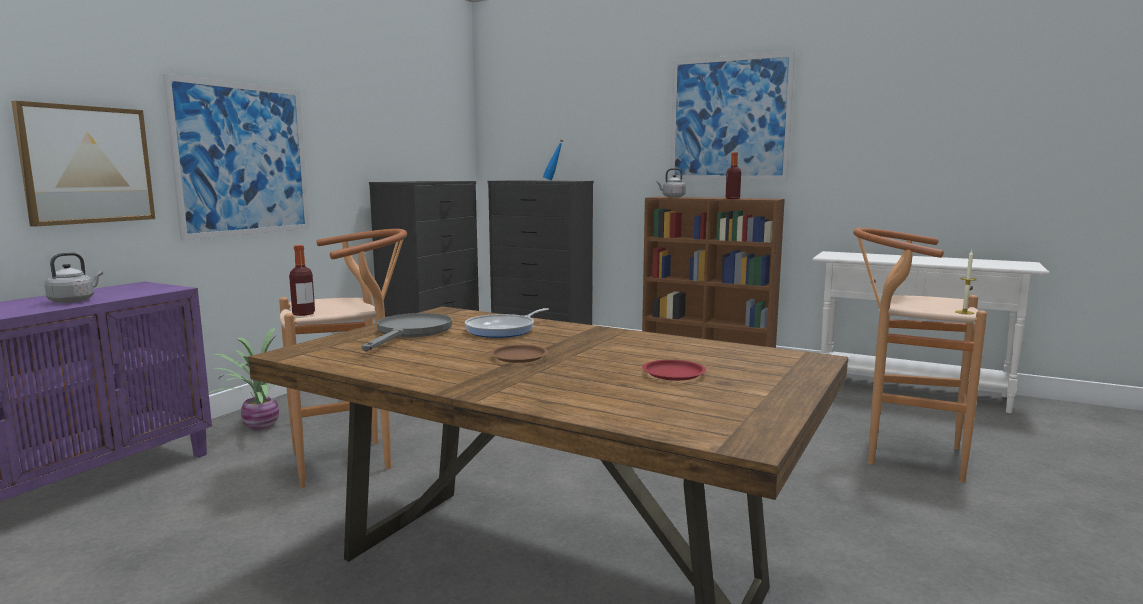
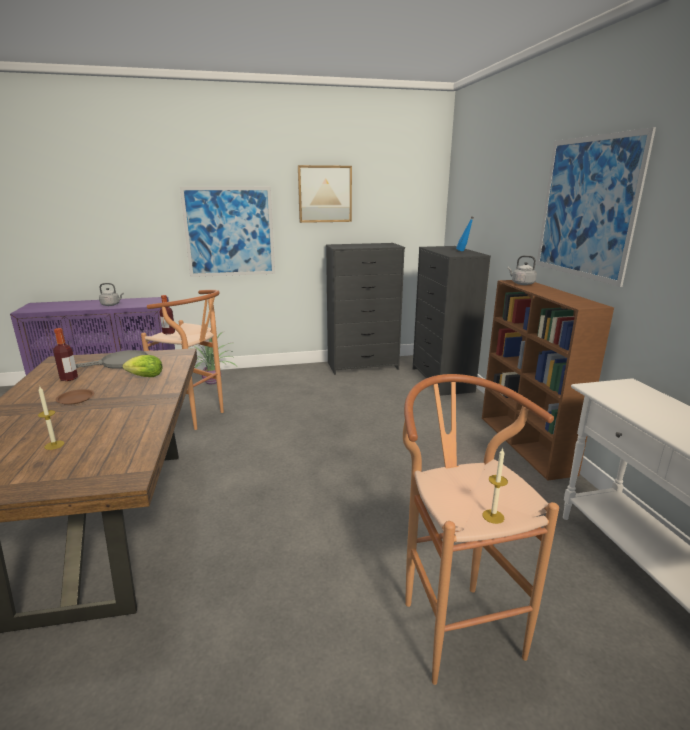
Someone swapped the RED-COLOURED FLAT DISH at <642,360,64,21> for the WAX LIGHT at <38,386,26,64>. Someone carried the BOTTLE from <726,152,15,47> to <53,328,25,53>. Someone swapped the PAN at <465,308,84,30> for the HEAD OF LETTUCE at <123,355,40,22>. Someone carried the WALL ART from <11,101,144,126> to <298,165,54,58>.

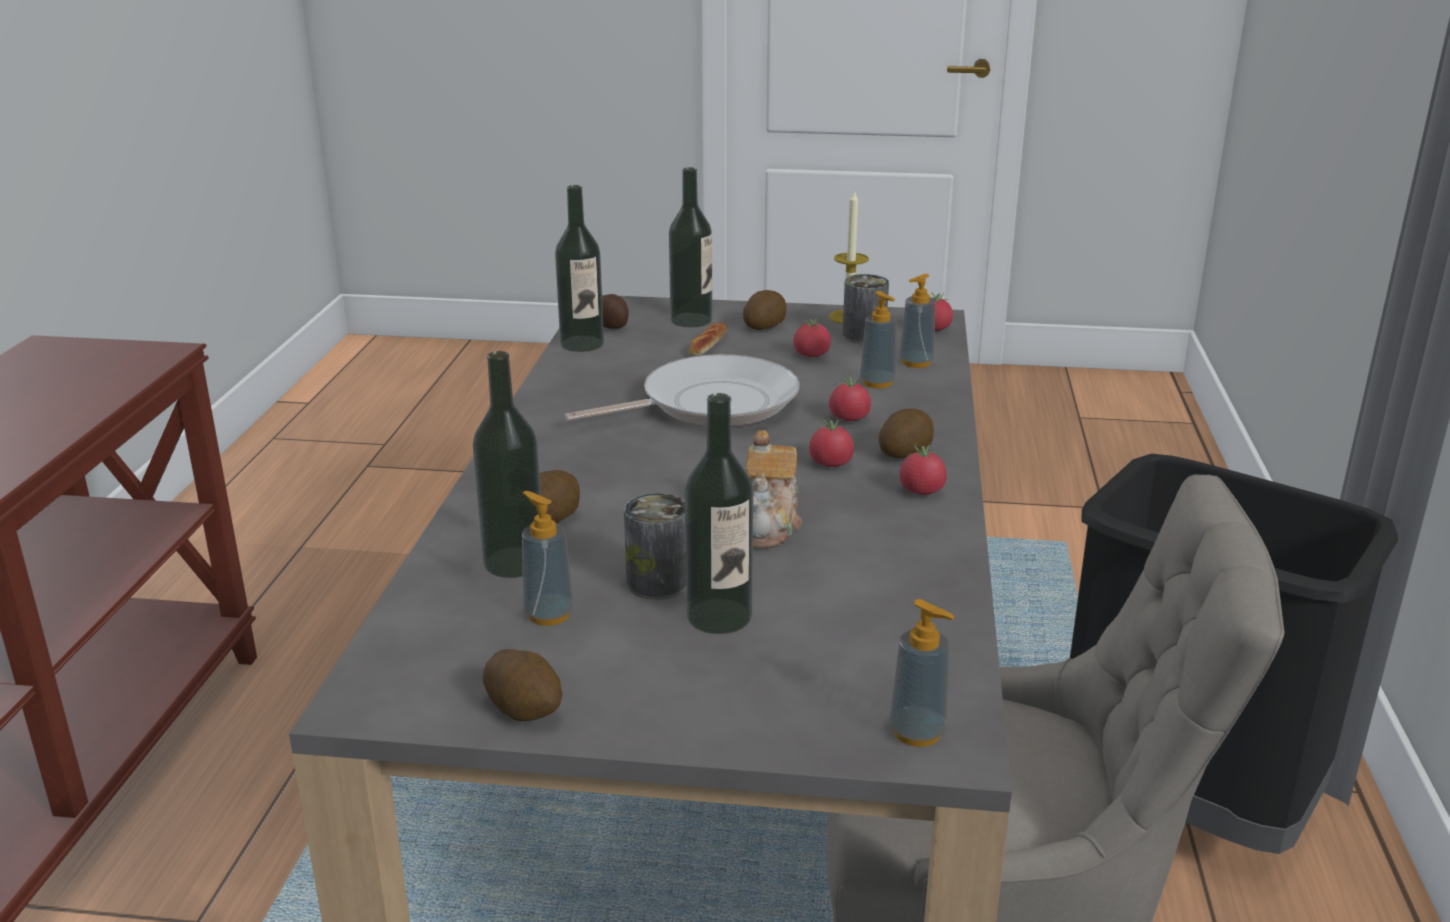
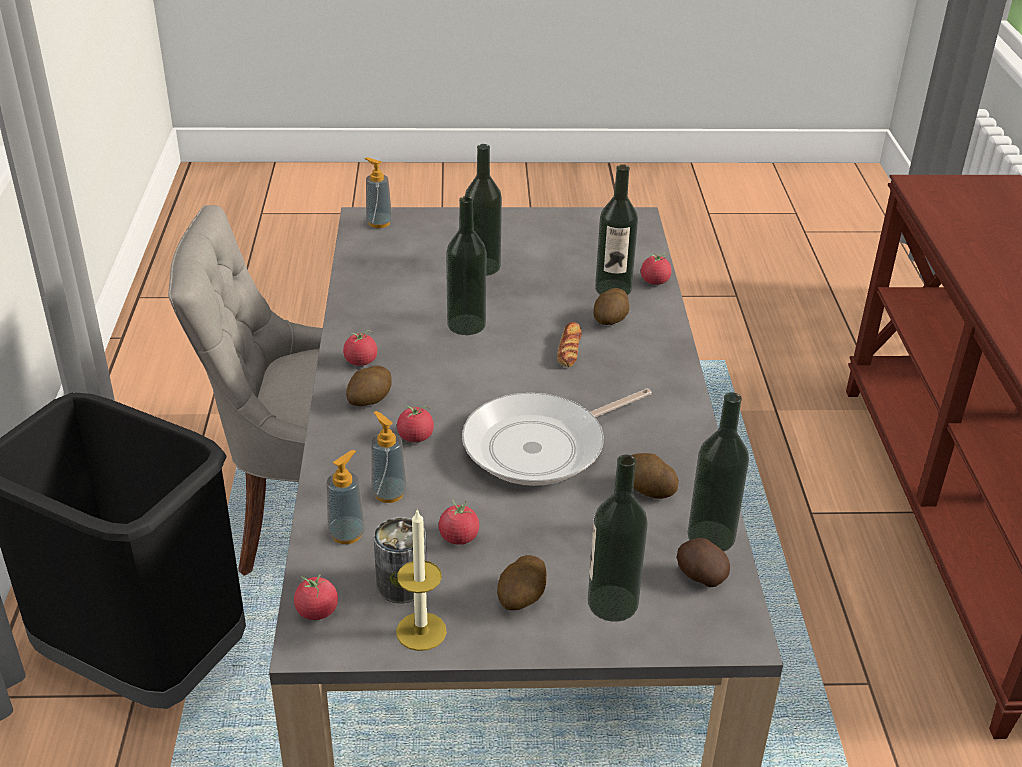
Someone swapped the POT FOR TEA at <746,430,56,119> for the BOTTLE at <446,196,40,139>. Someone carried the BAKERY BREAD from <689,322,39,34> to <557,322,25,45>. Someone carried the WHOLE POTATO from <483,649,79,72> to <631,453,48,46>. Someone carried the TOMATO from <809,418,45,49> to <641,253,31,32>. Someone took away the SOAP BOTTLE at <522,491,52,135>. Someone took away the CAN at <624,493,62,106>.

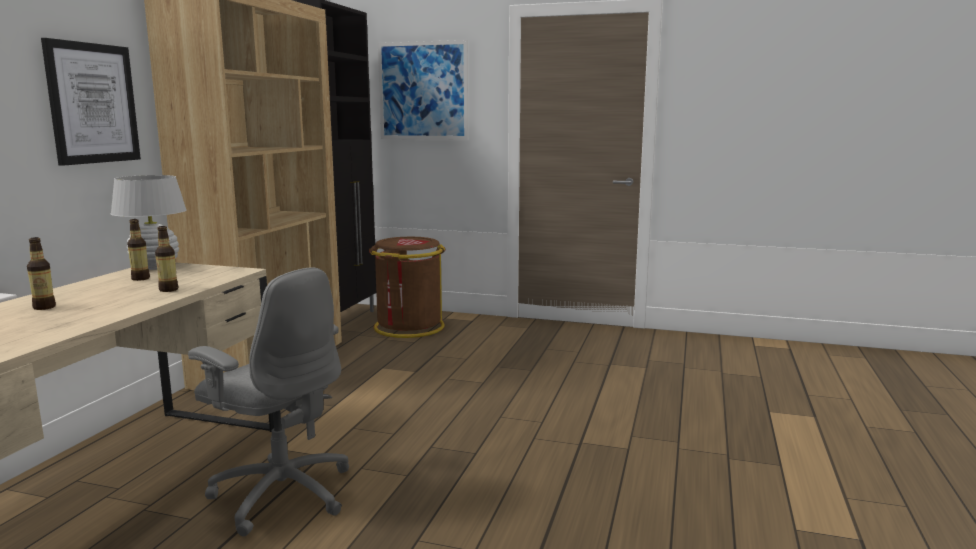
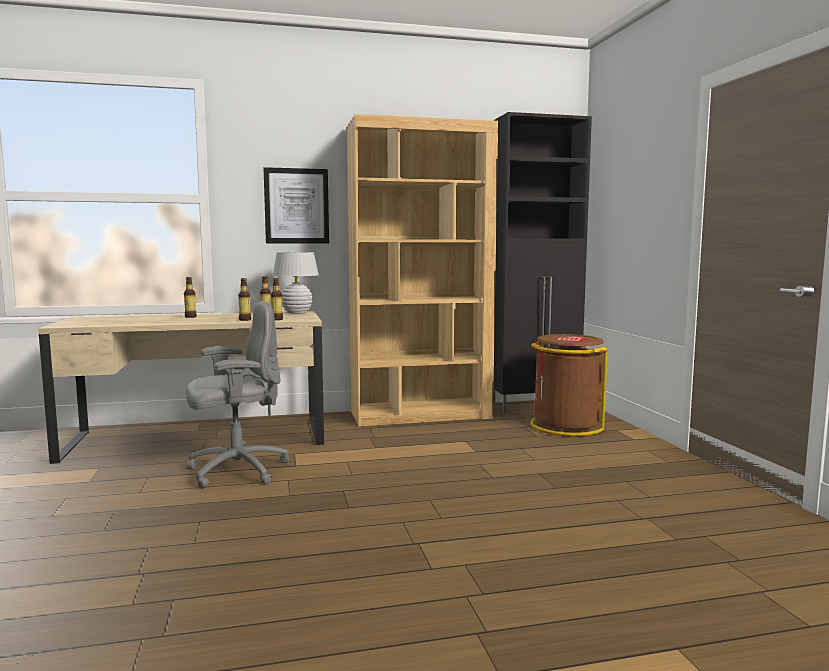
Someone rotated the GREY COMPUTER CHAIR at <188,268,161,269> by 120 degrees counterclockwise. Someone put down the BOTTLE at <271,278,12,42>. Someone took away the WALL ART at <378,40,90,100>.

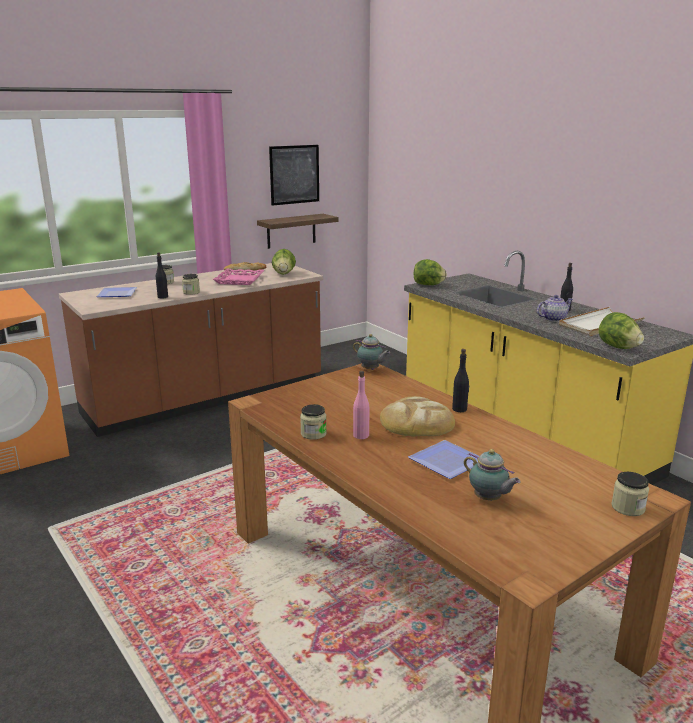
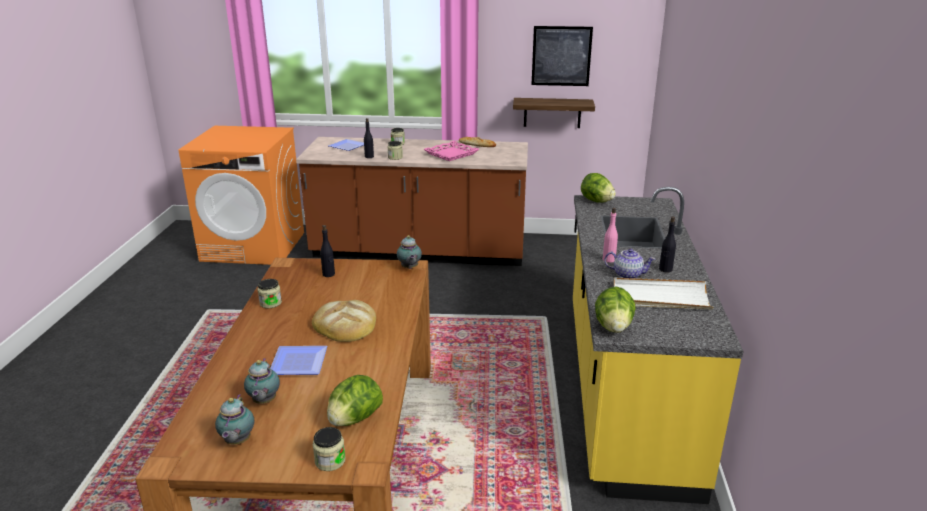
Someone put down the POT FOR TEA at <215,394,39,51>. Someone carried the BLACK-COLOURED BOTTLE from <452,349,17,63> to <320,225,15,52>. Someone carried the HEAD OF LETTUCE from <272,249,24,26> to <327,375,56,51>. Someone carried the PINK BOTTLE from <353,371,17,68> to <603,208,15,54>.

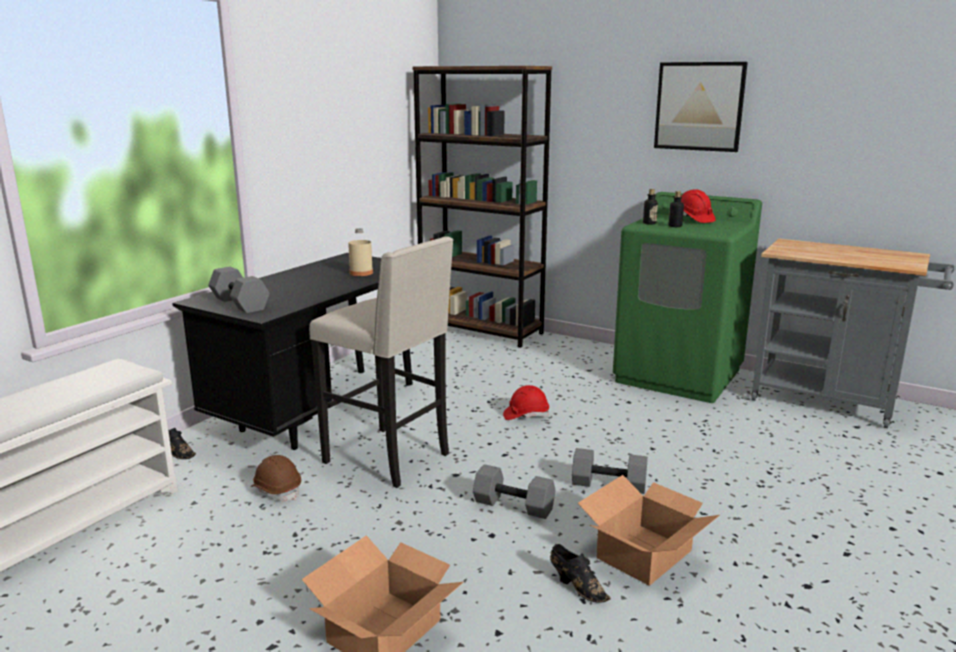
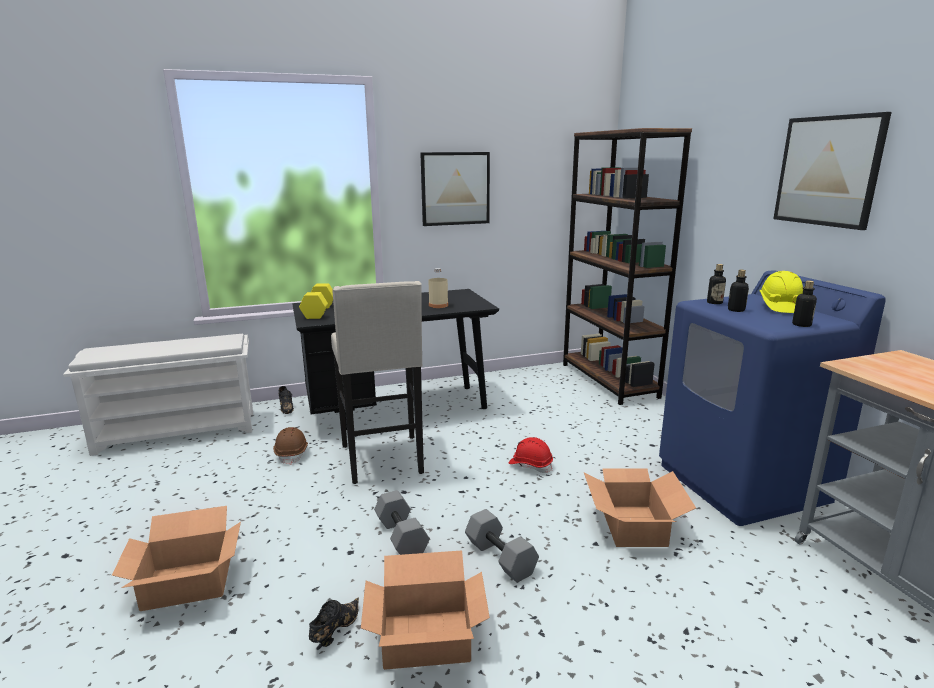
Someone repainted the GREY FREE WEIGHT at <208,267,62,46>, which became the YELLOWISH FREE WEIGHT at <299,283,34,36>. Someone rotated the BLACK-COLOURED SHOE at <550,544,61,59> by 150 degrees counterclockwise. Someone put up the WALL ART at <420,152,70,74>. Someone put down the PACKING BOX at <584,468,112,79>. Someone repainted the GREEN WASHING MACHINE at <613,192,149,211>, which became the BLUISH WASHING MACHINE at <659,270,227,256>. Someone repainted the RED-COLOURED SAFETY HELMET at <681,189,35,34>, which became the YELLOWISH SAFETY HELMET at <759,271,44,42>. Someone put down the BOTTLE at <792,280,25,47>.

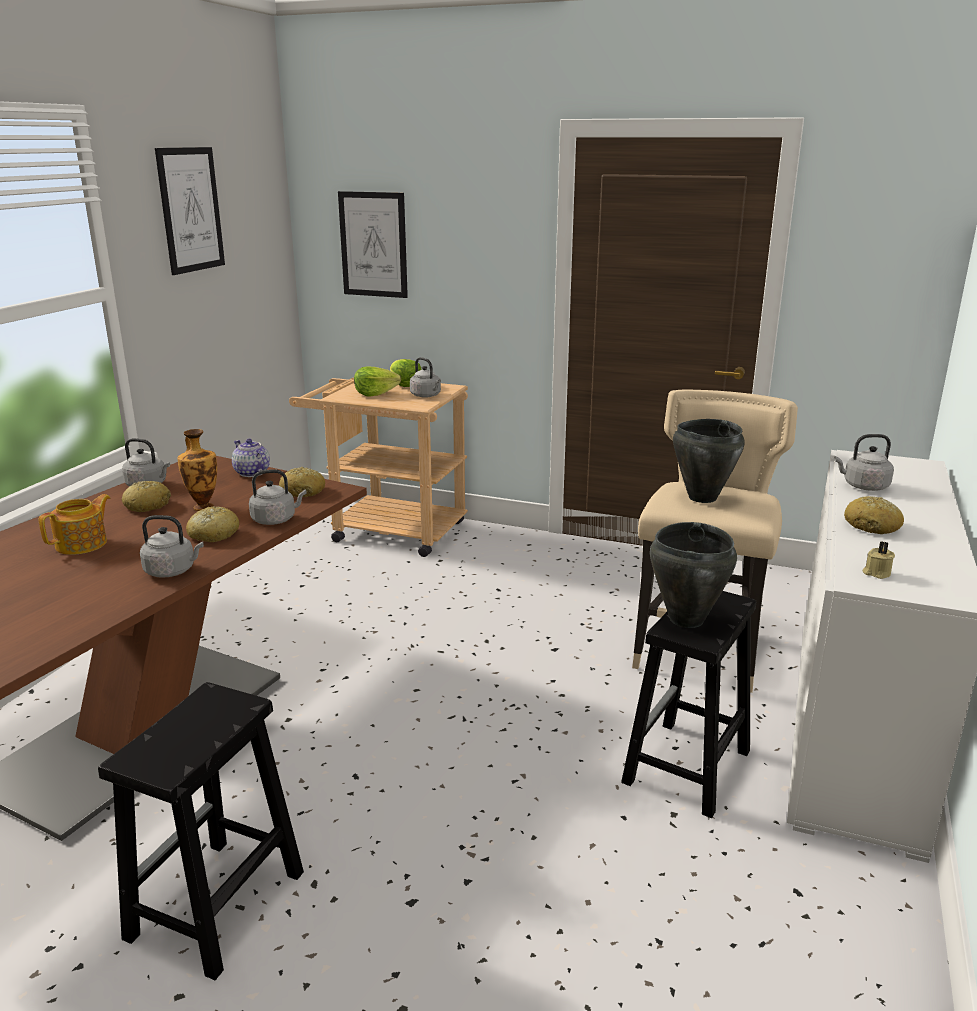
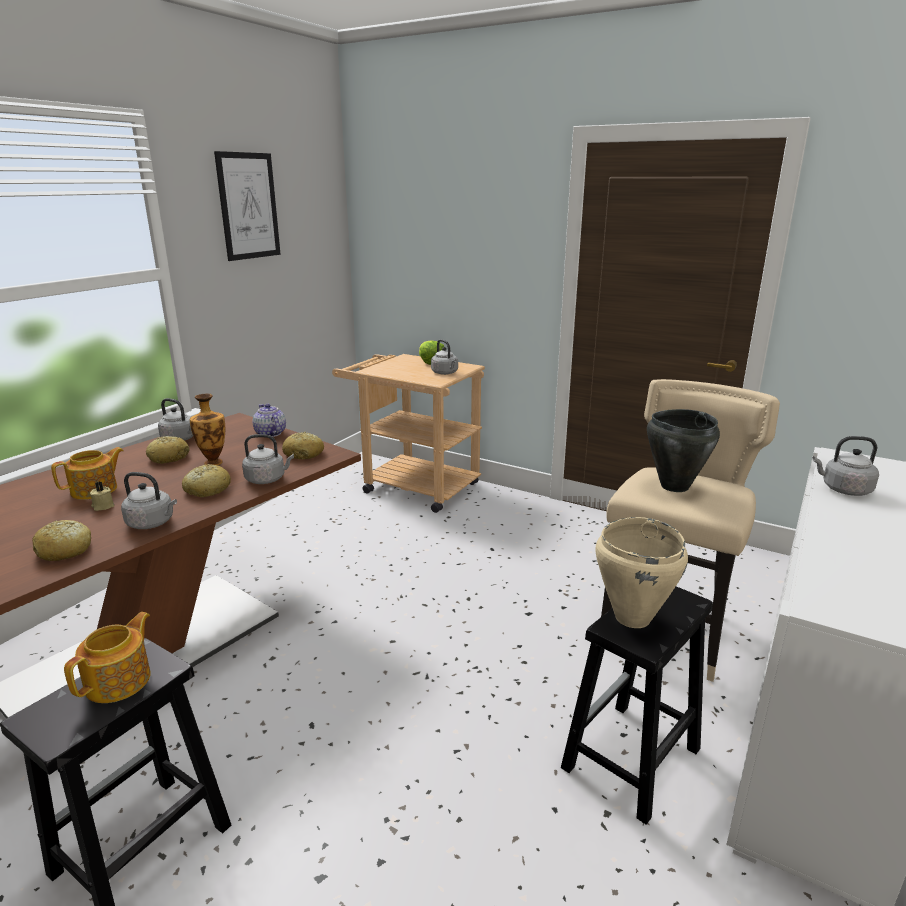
Someone carried the BAKERY BREAD from <844,496,60,38> to <32,520,59,41>. Someone put down the POT FOR TEA at <64,612,87,91>. Someone carried the SAND-COLOURED WAX LIGHT from <862,541,33,38> to <90,482,25,29>. Someone repainted the BLACK-COLOURED SAUCEPOT at <650,522,87,106>, which became the SAND-COLOURED SAUCEPOT at <595,517,93,111>. Someone took away the WALL ART at <338,191,70,107>. Someone took away the HEAD OF LETTUCE at <354,366,47,30>.

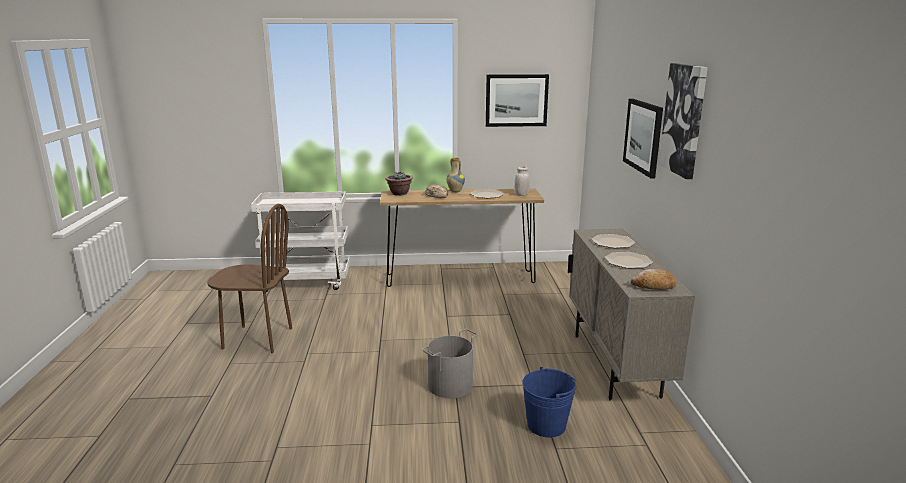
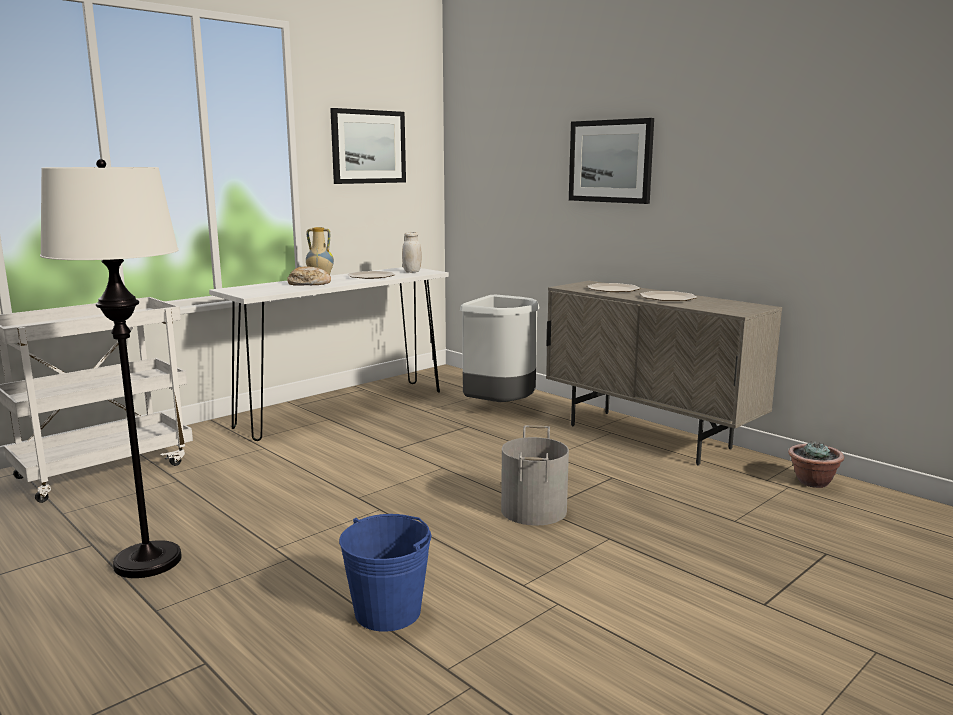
Someone swapped the BROWN UPRIGHT CHAIR at <207,204,85,149> for the WHITISH STANDARD LAMP at <40,159,142,419>. Someone repainted the BROWN HALL TABLE at <380,188,164,99>, which became the WHITISH HALL TABLE at <209,267,240,174>. Someone carried the BLUISH PAIL from <522,367,54,71> to <339,514,93,118>. Someone put down the GREY RUBBISH BIN at <460,294,80,108>. Someone carried the POTTED PLANT from <385,172,28,24> to <788,441,56,47>. Someone took away the BAKERY BREAD at <630,269,47,21>. Someone took away the WALL ART at <659,63,49,116>.

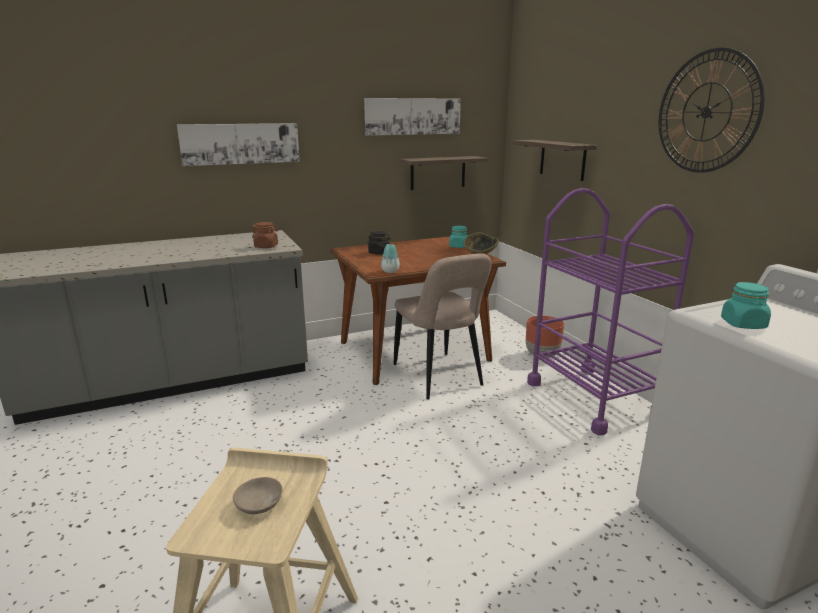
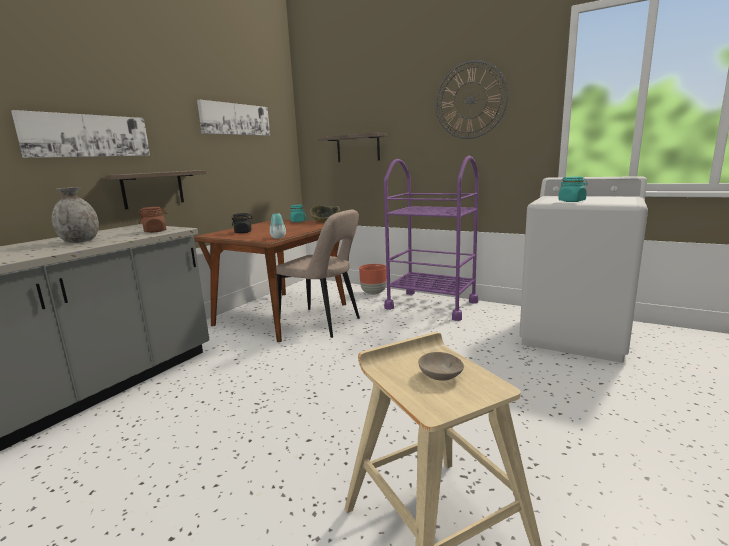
Someone put down the GREY FLOWER VASE at <52,187,47,56>. Someone carried the SHELF from <400,156,88,34> to <105,170,101,39>.

